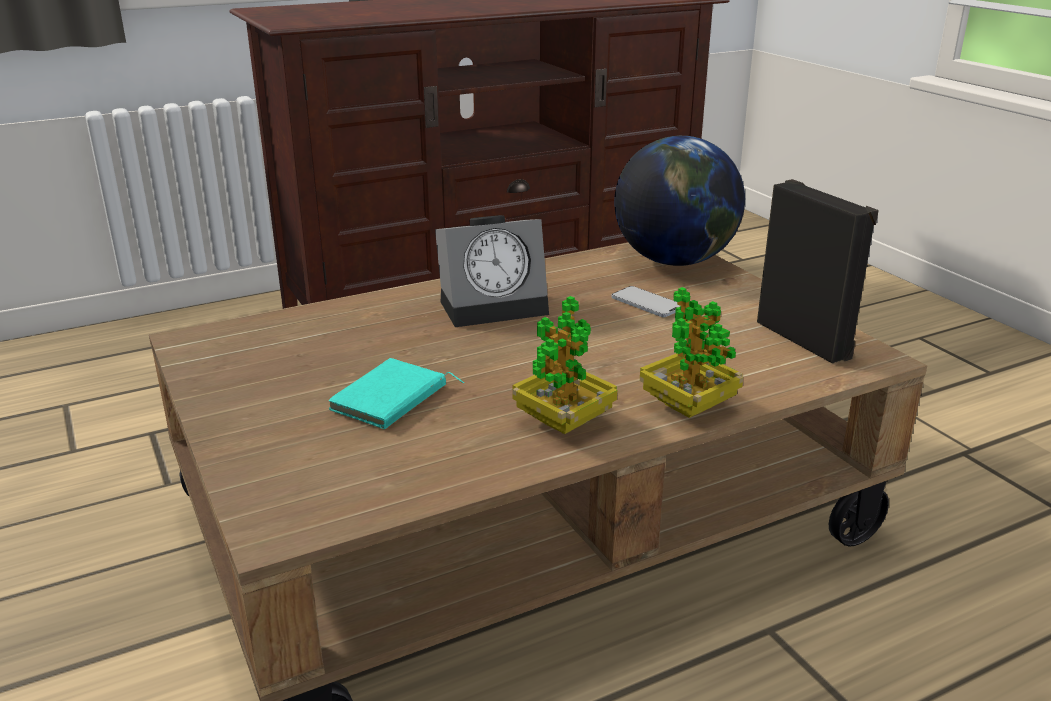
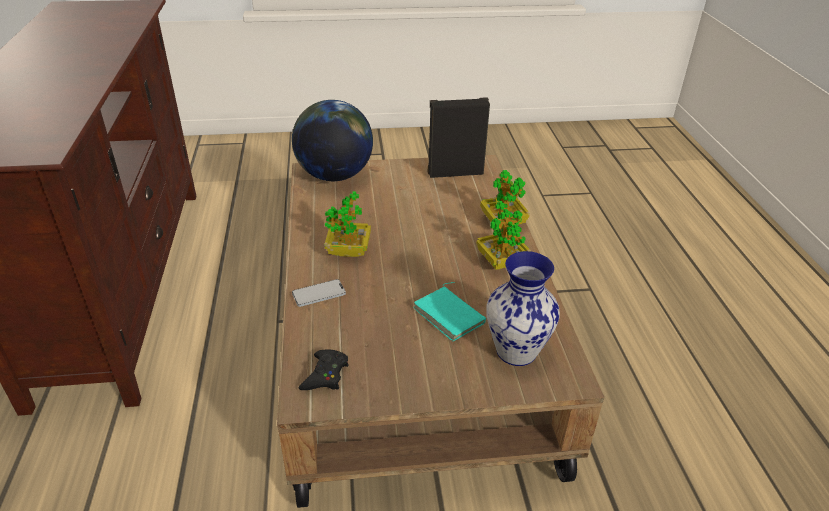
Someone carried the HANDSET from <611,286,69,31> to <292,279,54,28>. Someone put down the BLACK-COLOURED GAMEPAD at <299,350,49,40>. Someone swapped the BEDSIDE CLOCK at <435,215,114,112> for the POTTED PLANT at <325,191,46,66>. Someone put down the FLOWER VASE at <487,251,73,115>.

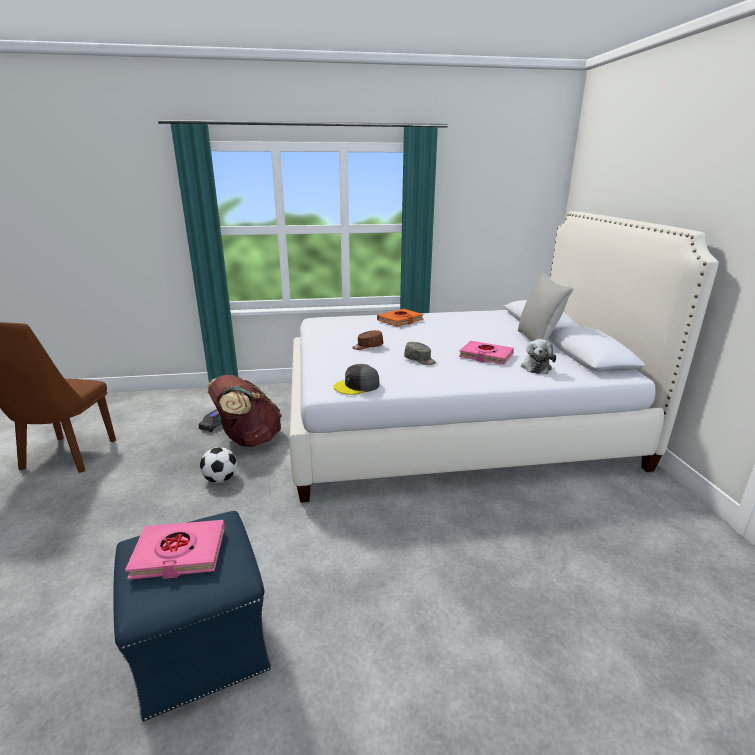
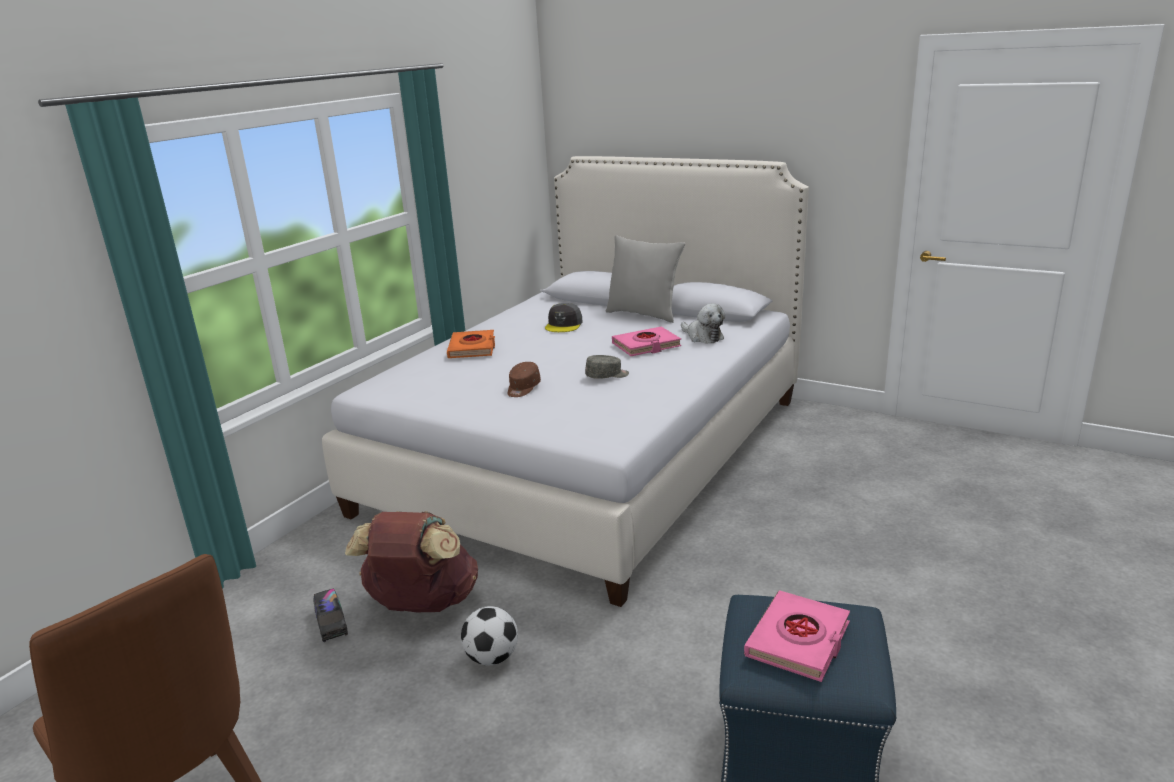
Someone carried the GREY PEAKED CAP from <334,364,46,31> to <545,303,38,29>.

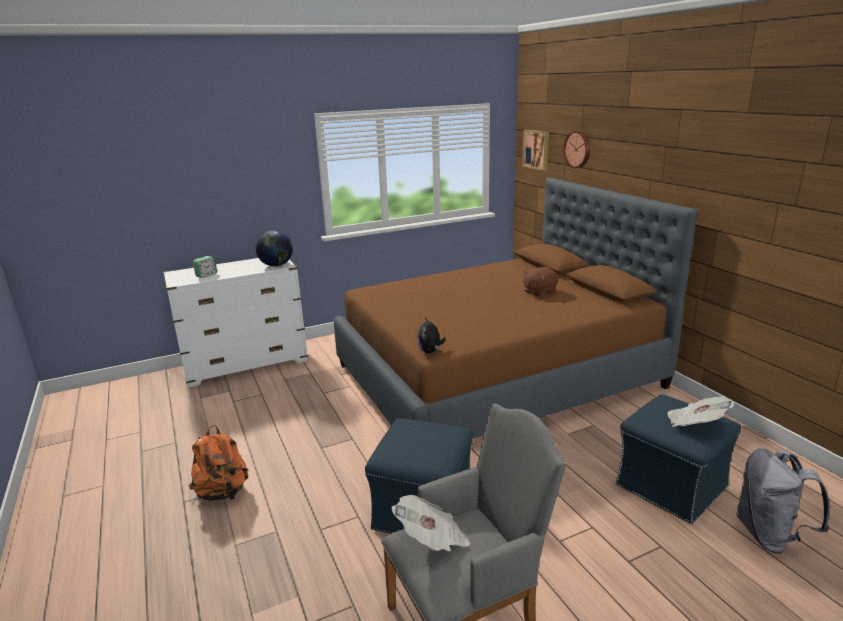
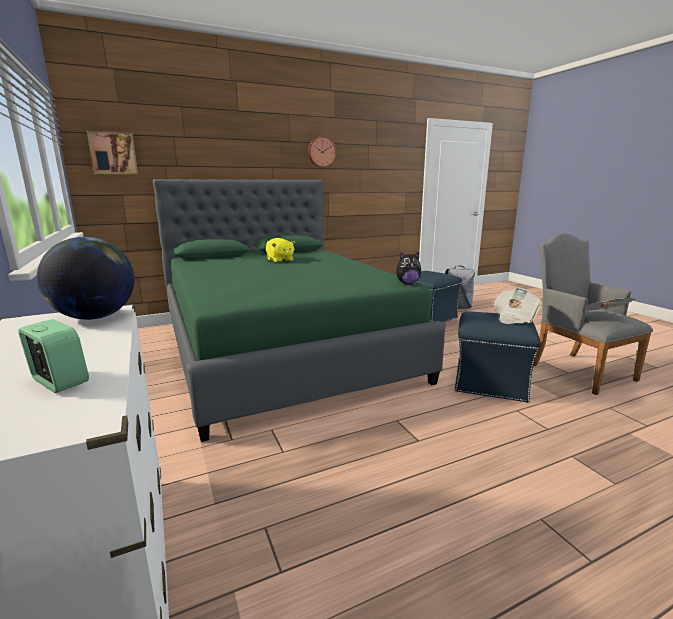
Someone repainted the BROWN BEDROOM BED at <334,177,363,261>, which became the GREEN BEDROOM BED at <153,179,293,263>. Someone repainted the BROWN SOFT TOY at <523,267,35,30>, which became the YELLOWISH SOFT TOY at <266,238,29,25>. Someone carried the CLOCK ON THE WALL from <563,131,27,37> to <308,136,28,32>. Someone carried the DAILY PAPER from <667,396,67,31> to <493,288,49,36>. Someone took away the ORANGE RUCKSACK at <189,425,59,76>.

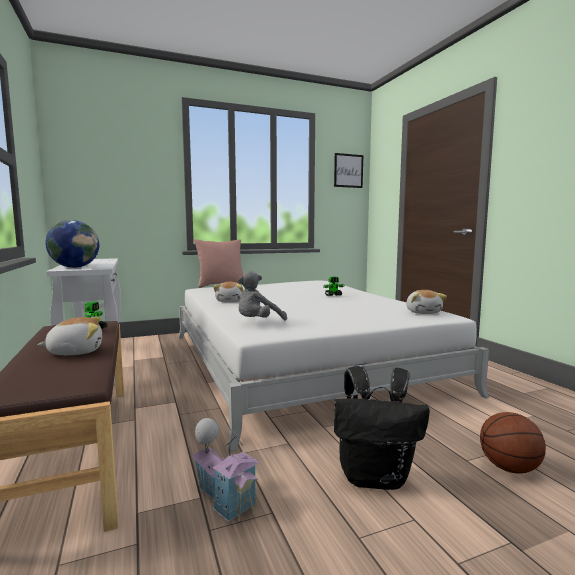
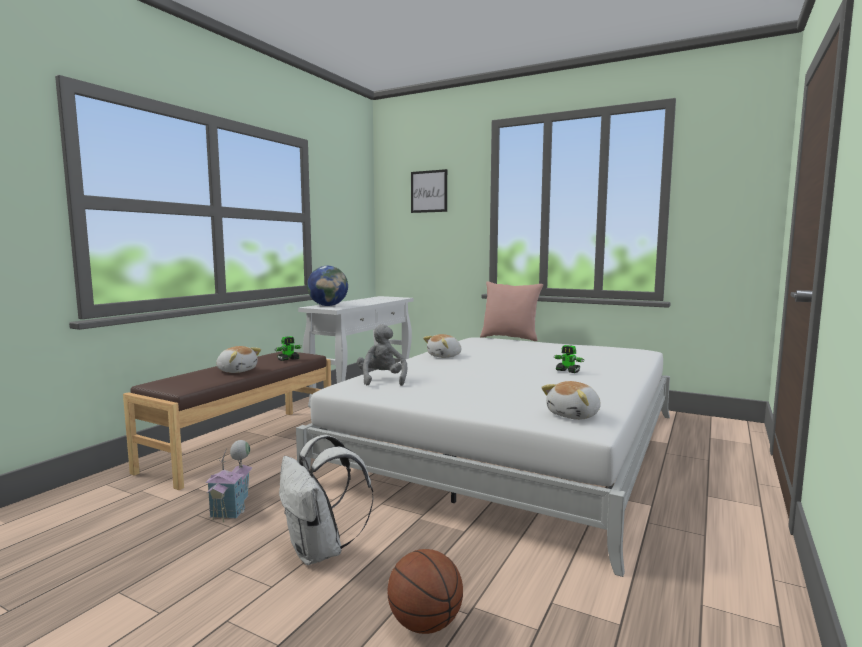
Someone repainted the BLACK-COLOURED RUCKSACK at <334,366,96,124>, which became the WHITISH RUCKSACK at <279,435,95,130>. Someone rotated the GREY SOFT TOY at <238,271,49,50> by 75 degrees clockwise. Someone carried the WALL ART from <334,153,29,35> to <411,169,36,44>.

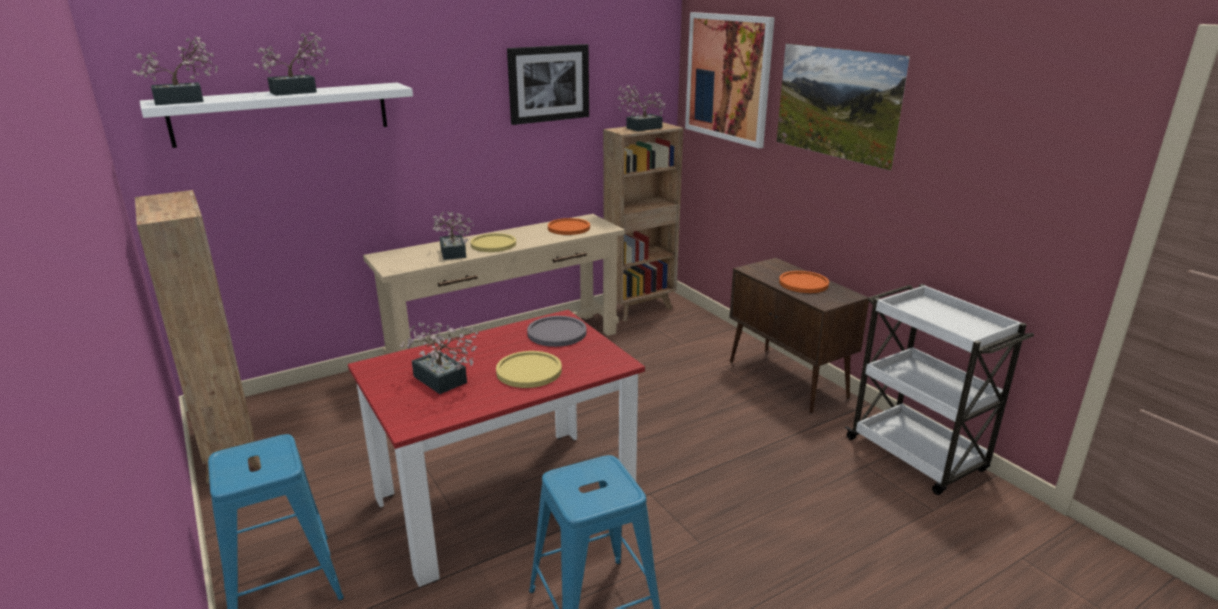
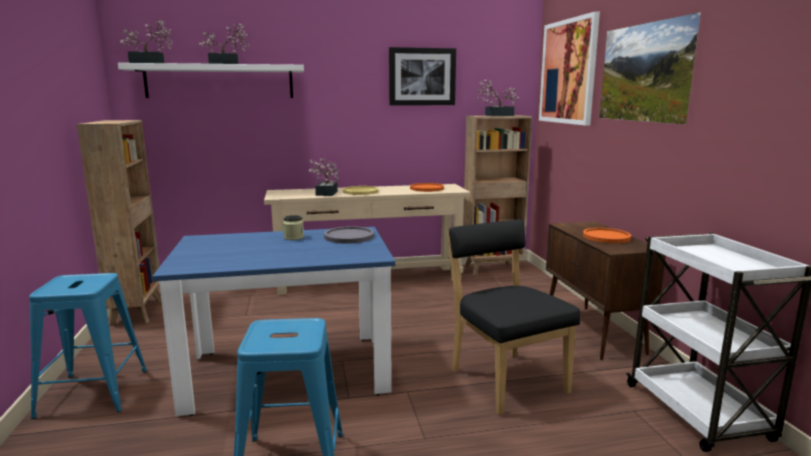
Someone repainted the RED-COLOURED KITCHEN TABLE at <348,310,297,277>, which became the BLUISH KITCHEN TABLE at <152,227,244,189>. Someone put down the STORAGE JAR at <283,215,21,25>. Someone put down the BLACK-COLOURED UPRIGHT CHAIR at <447,219,133,196>. Someone took away the POTTED PLANT at <400,322,79,72>. Someone took away the YELLOWISH FLAT DISH at <496,351,66,37>.

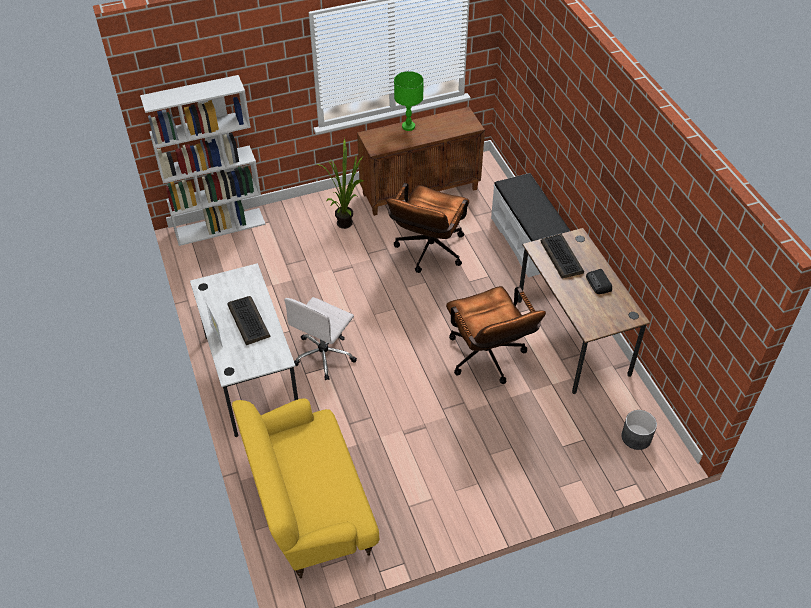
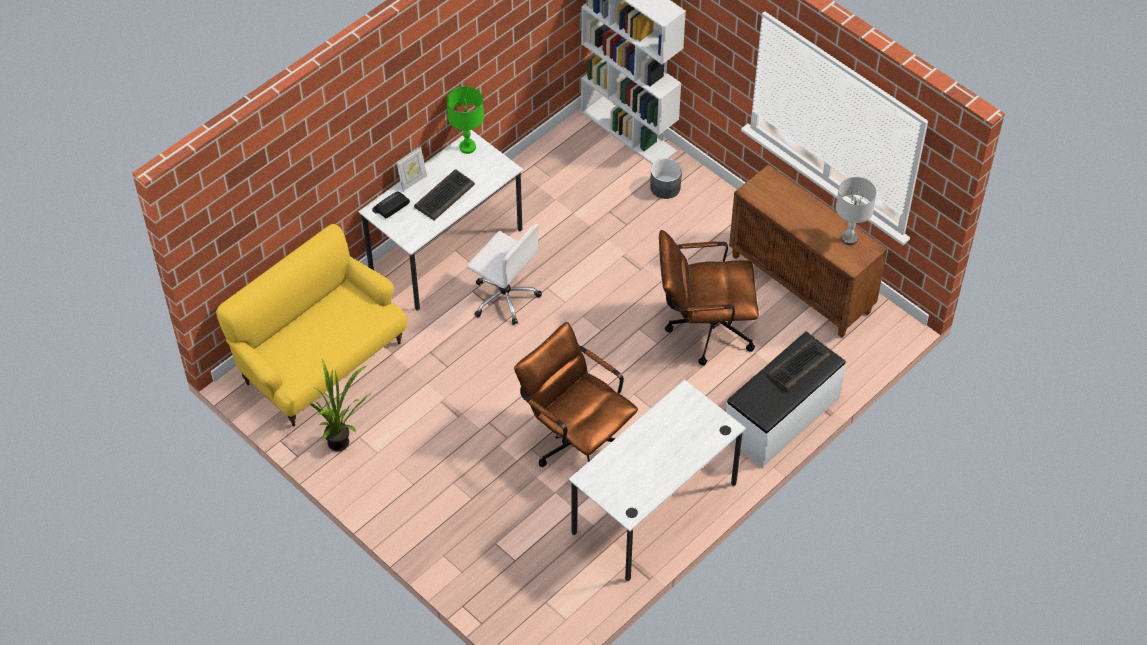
Someone carried the POTTED PLANT from <317,138,47,91> to <308,359,63,92>. Someone carried the RADIO RECEIVER from <586,269,26,25> to <376,191,34,28>. Someone carried the GREEN TABLE LAMP from <394,71,30,60> to <447,86,37,68>. Someone rotated the WHITISH COMPUTER CHAIR at <284,297,73,83> by 150 degrees counterclockwise. Someone rotated the BROWN COMPUTER CHAIR at <446,286,100,98> by 90 degrees clockwise. Someone repainted the BROWN DESK UNIT at <518,228,132,166>, which became the WHITISH DESK UNIT at <568,380,178,201>. Someone carried the GREY FLOWER POT from <621,410,36,40> to <650,158,32,41>. Someone carried the PC KEYBOARD from <540,234,44,45> to <767,339,64,53>. Someone put down the GREY TABLE LAMP at <836,177,41,68>.

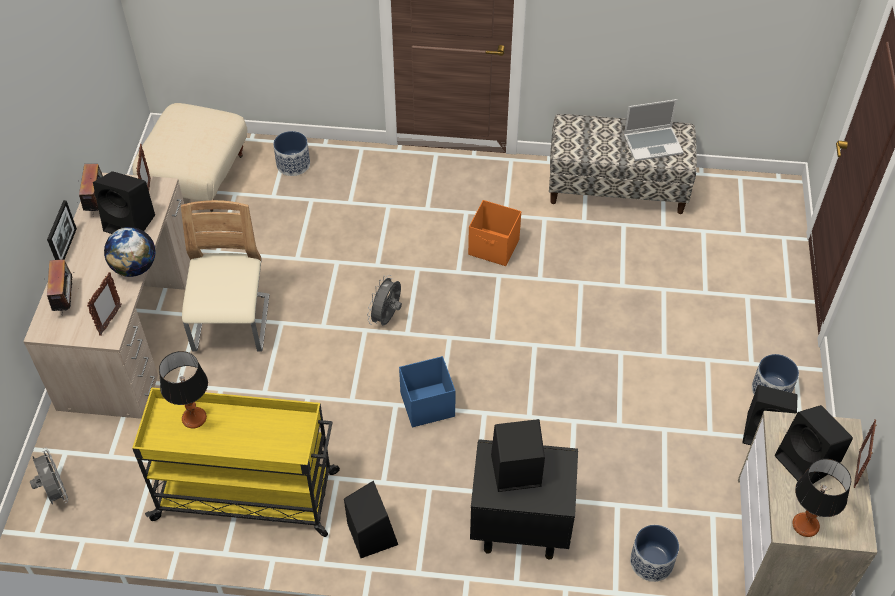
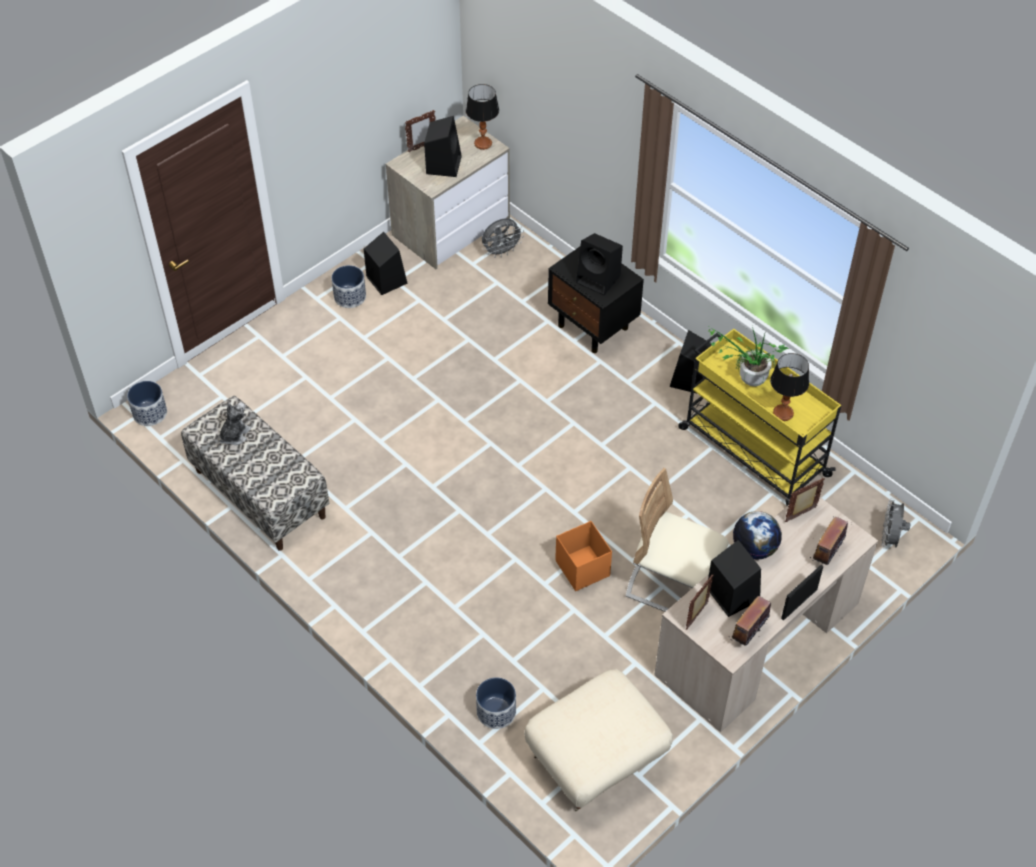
Someone carried the FLOWER POT from <630,525,49,57> to <127,381,40,45>. Someone swapped the PORTABLE COMPUTER at <624,99,59,62> for the SOFT TOY at <219,402,32,43>. Someone carried the GREY COOLING FAN from <367,275,35,51> to <482,218,42,39>. Someone carried the ORANGE STORAGE CONTAINER from <468,200,53,66> to <555,521,57,70>. Someone rotated the SAND-COLOURED UPRIGHT CHAIR at <181,200,88,152> by 75 degrees clockwise. Someone put down the POTTED PLANT at <708,327,81,59>. Someone took away the BLUISH STORAGE CONTAINER at <399,356,56,71>.

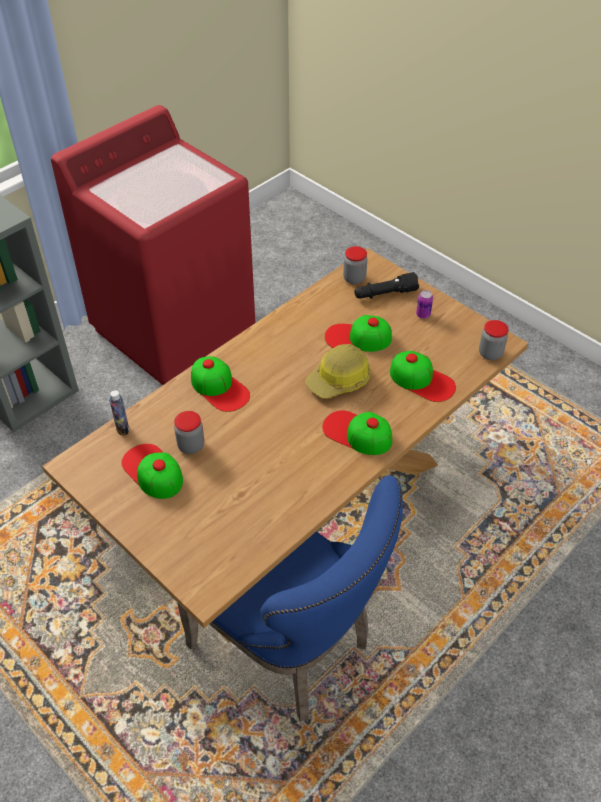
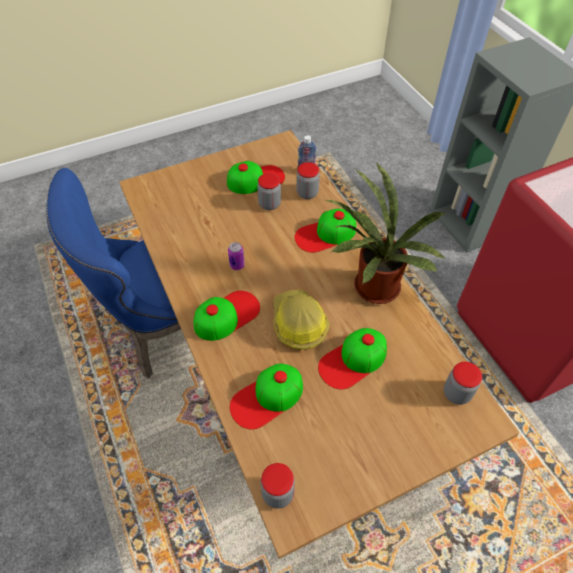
Someone carried the CAN from <416,290,17,29> to <228,242,17,28>. Someone put down the STORAGE JAR at <296,162,24,37>. Someone rotated the PEAKED CAP at <325,315,67,37> by 150 degrees counterclockwise. Someone put down the POTTED PLANT at <325,162,121,142>. Someone took away the BLACK-COLOURED TORCH at <354,272,65,27>.

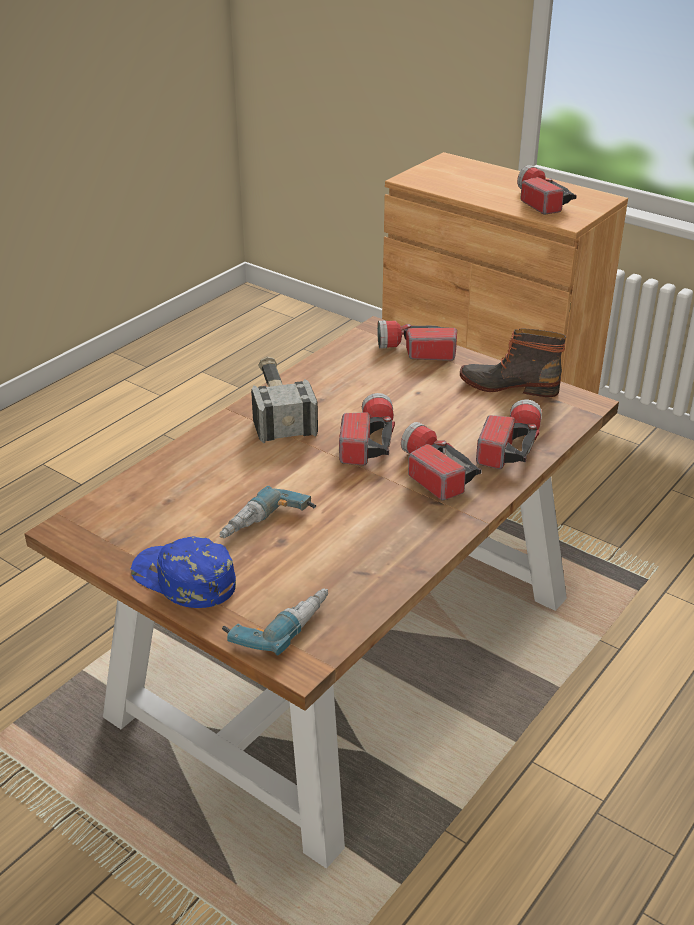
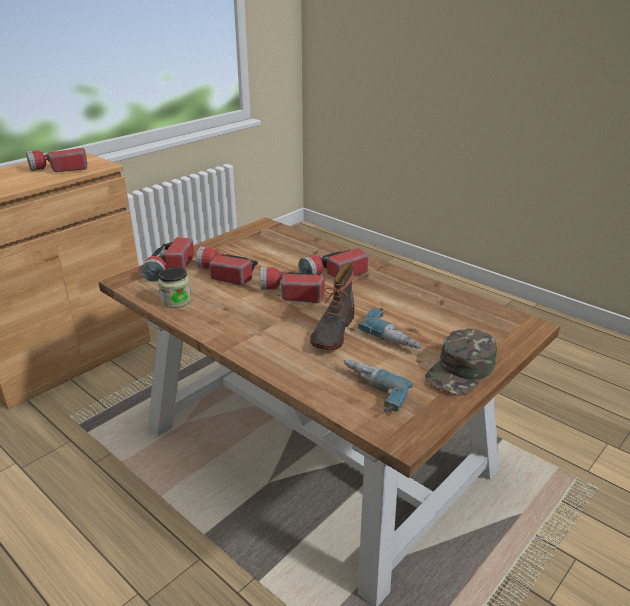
Someone put down the STORAGE JAR at <158,267,33,41>. Someone carried the TORCH from <476,399,66,70> to <196,246,62,40>. Someone carried the TALL BOOT from <460,329,106,68> to <310,263,44,87>. Someone carried the POWER DRILL from <222,588,106,68> to <343,359,70,53>. Someone repainted the BLUISH PEAKED CAP at <131,537,105,71>, which became the GREEN PEAKED CAP at <425,328,72,67>. Someone took away the TOOL HAMMER at <251,356,67,88>.

